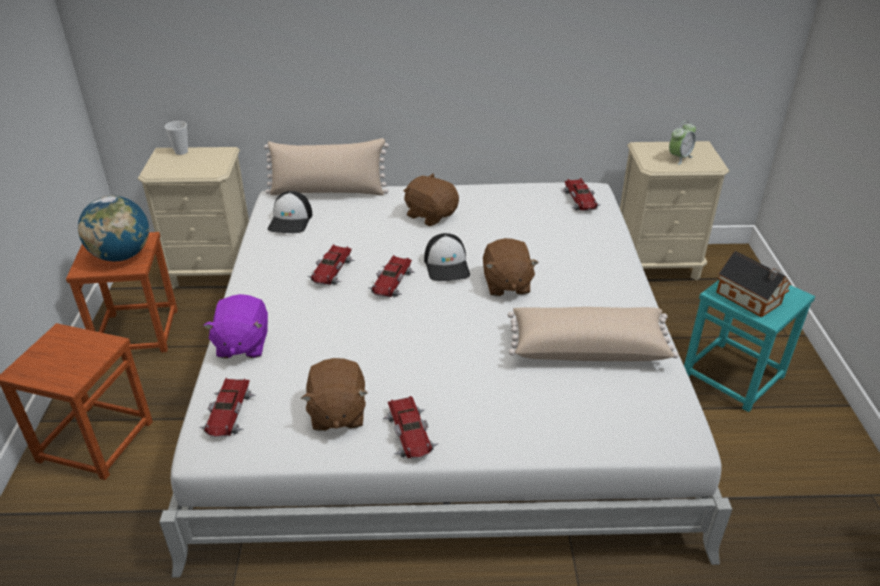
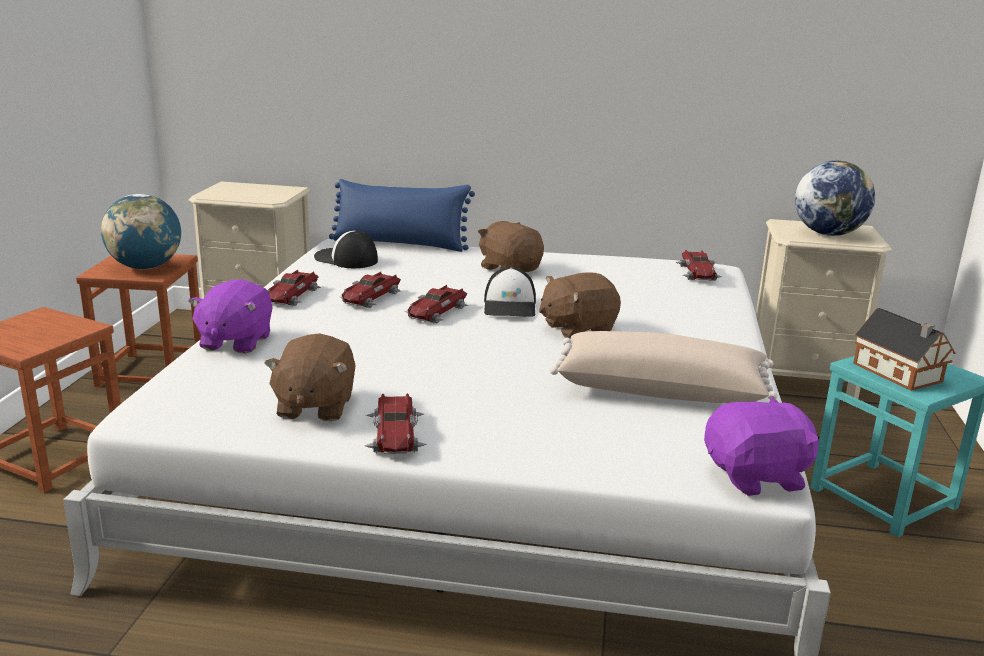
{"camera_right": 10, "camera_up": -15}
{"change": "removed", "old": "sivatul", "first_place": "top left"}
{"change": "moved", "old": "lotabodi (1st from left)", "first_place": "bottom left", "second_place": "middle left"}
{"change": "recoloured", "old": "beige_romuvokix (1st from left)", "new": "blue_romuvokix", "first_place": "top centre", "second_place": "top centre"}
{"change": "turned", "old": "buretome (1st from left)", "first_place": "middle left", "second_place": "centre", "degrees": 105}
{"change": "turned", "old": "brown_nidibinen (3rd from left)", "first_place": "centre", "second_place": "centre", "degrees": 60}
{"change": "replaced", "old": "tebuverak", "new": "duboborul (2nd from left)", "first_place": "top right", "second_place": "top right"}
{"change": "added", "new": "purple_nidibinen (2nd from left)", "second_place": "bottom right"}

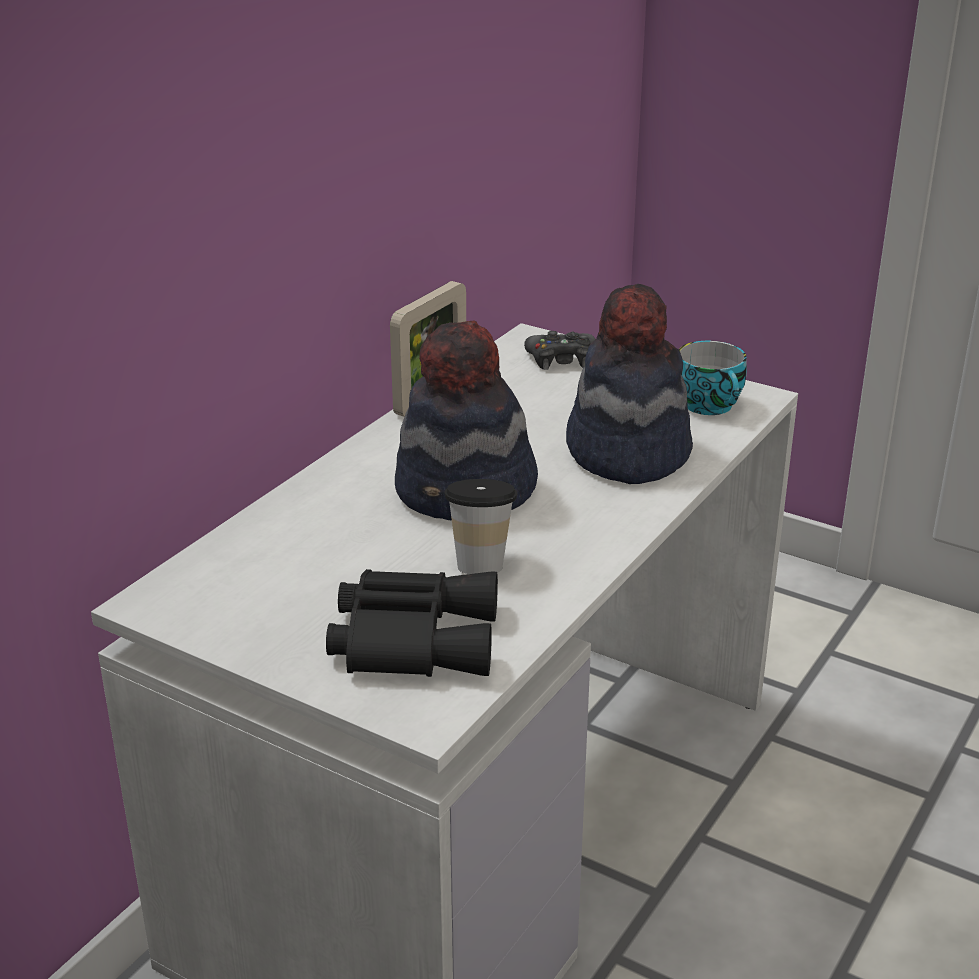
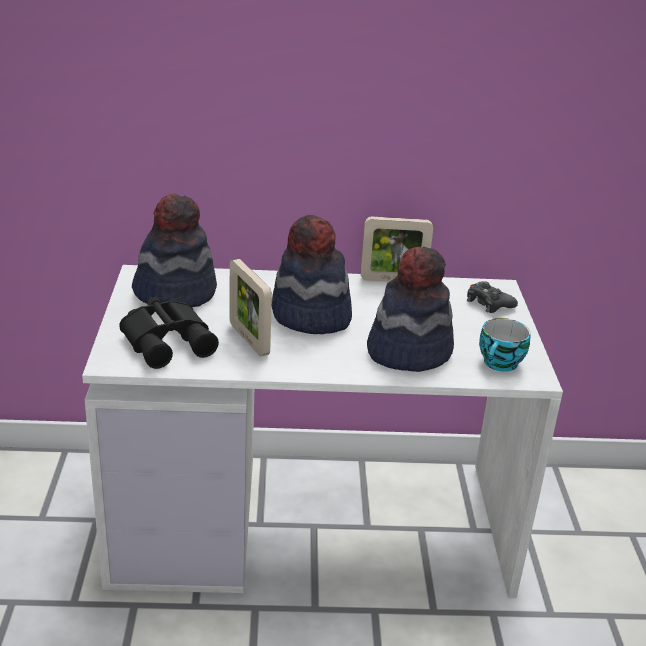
{"camera_right": 55, "camera_up": 0}
{"change": "replaced", "old": "sivatul (1st from left)", "new": "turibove (1st from left)", "first_place": "centre", "second_place": "centre"}
{"change": "added", "new": "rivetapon (1st from left)", "second_place": "middle left"}

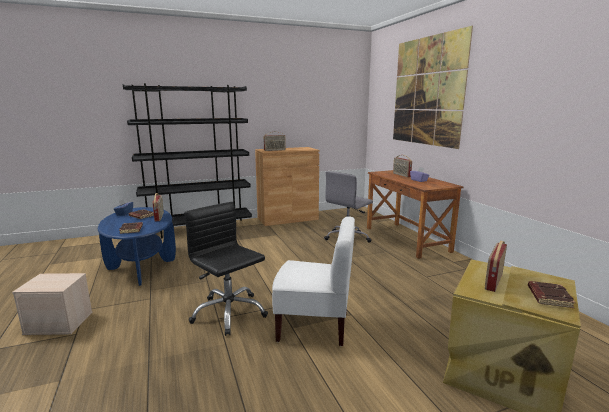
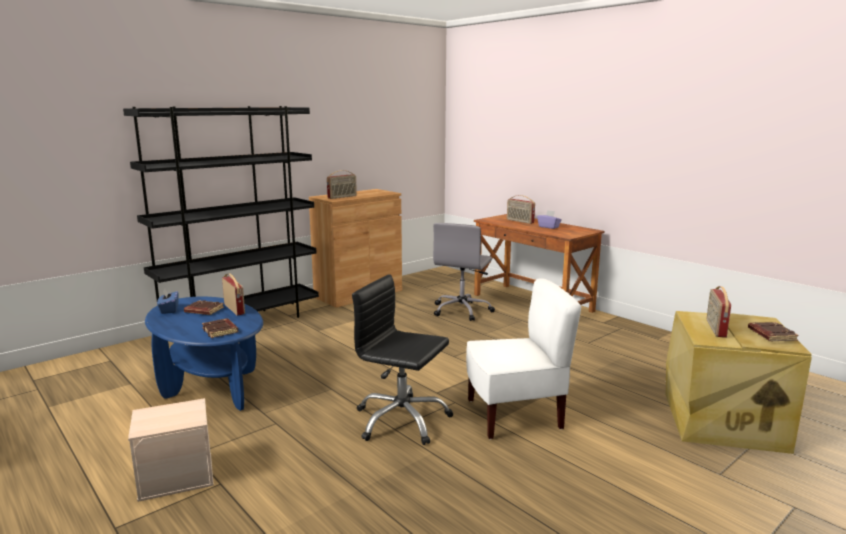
{"camera_right": -20, "camera_up": 0}
{"change": "removed", "old": "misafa", "first_place": "top right"}

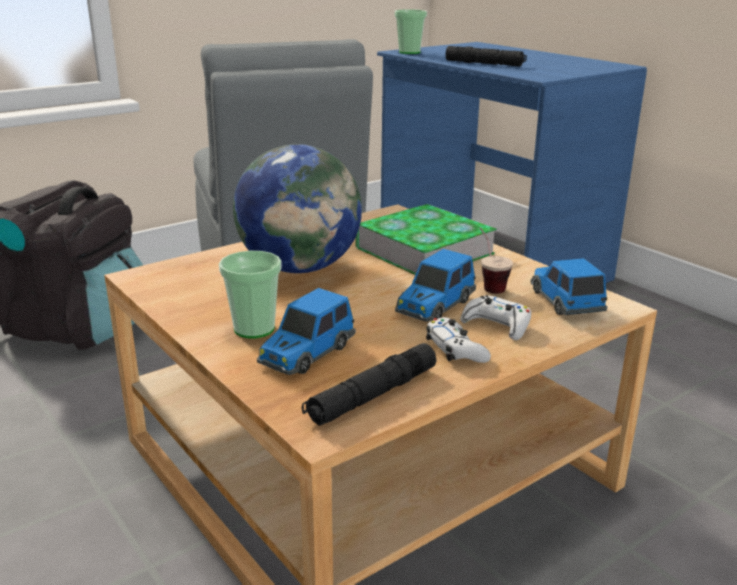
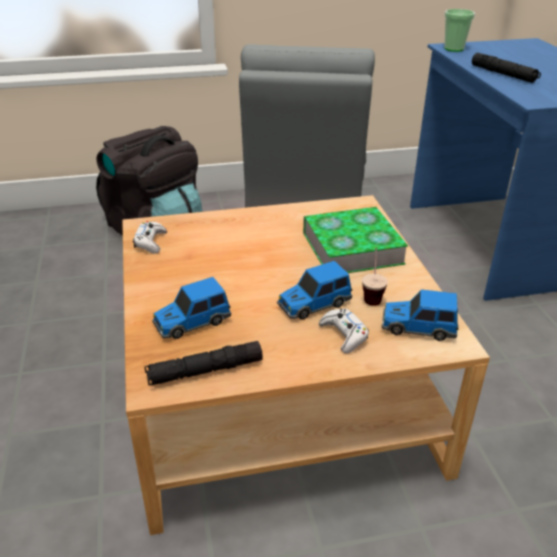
{"camera_right": 25, "camera_up": 10}
{"change": "removed", "old": "sivatul (1st from left)", "first_place": "centre"}
{"change": "removed", "old": "duboborul", "first_place": "centre"}
{"change": "moved", "old": "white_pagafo (1st from left)", "first_place": "centre", "second_place": "middle left"}
{"change": "turned", "old": "lotabodi (3rd from left)", "first_place": "middle right", "second_place": "middle right", "degrees": -90}

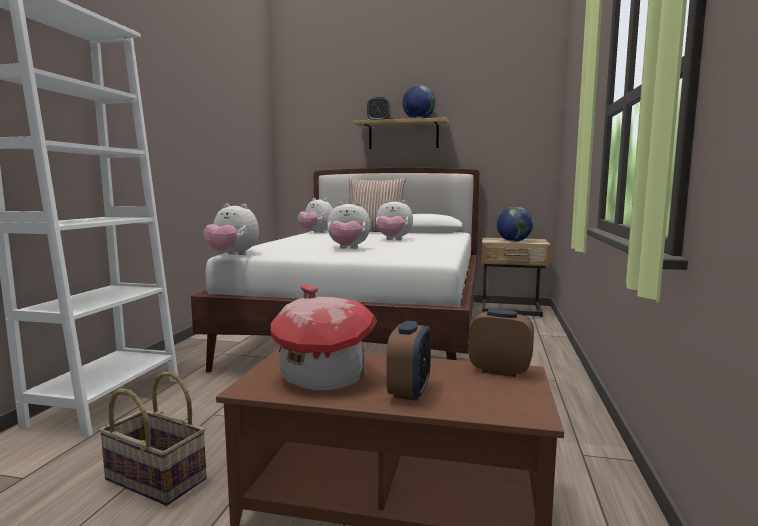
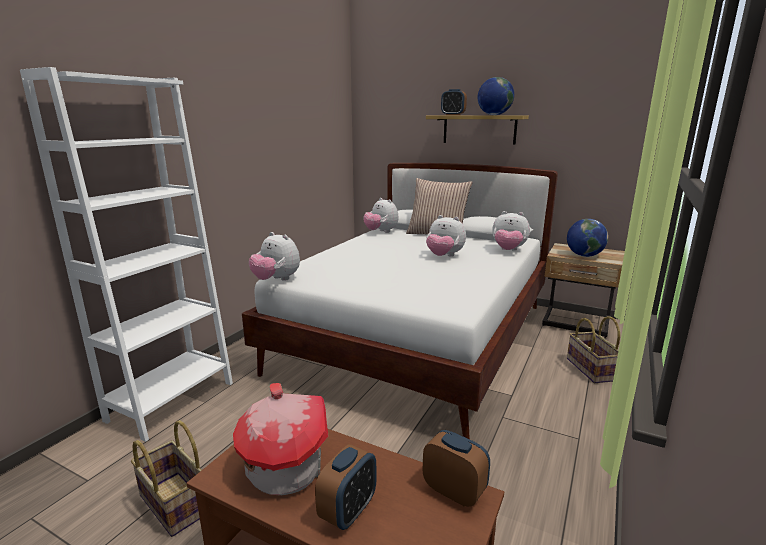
{"camera_right": 15, "camera_up": 10}
{"change": "moved", "old": "nidibinen (3rd from left in the first image)", "new": "nidibinen (4th from left)", "first_place": "centre", "second_place": "middle right"}
{"change": "added", "new": "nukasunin (2nd from left)", "second_place": "middle right"}

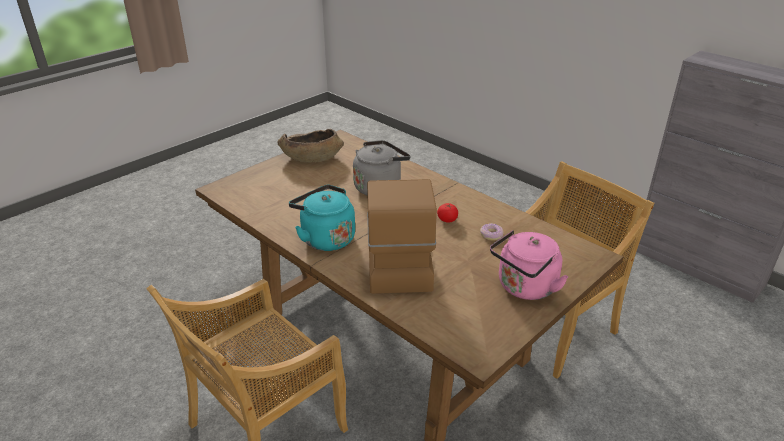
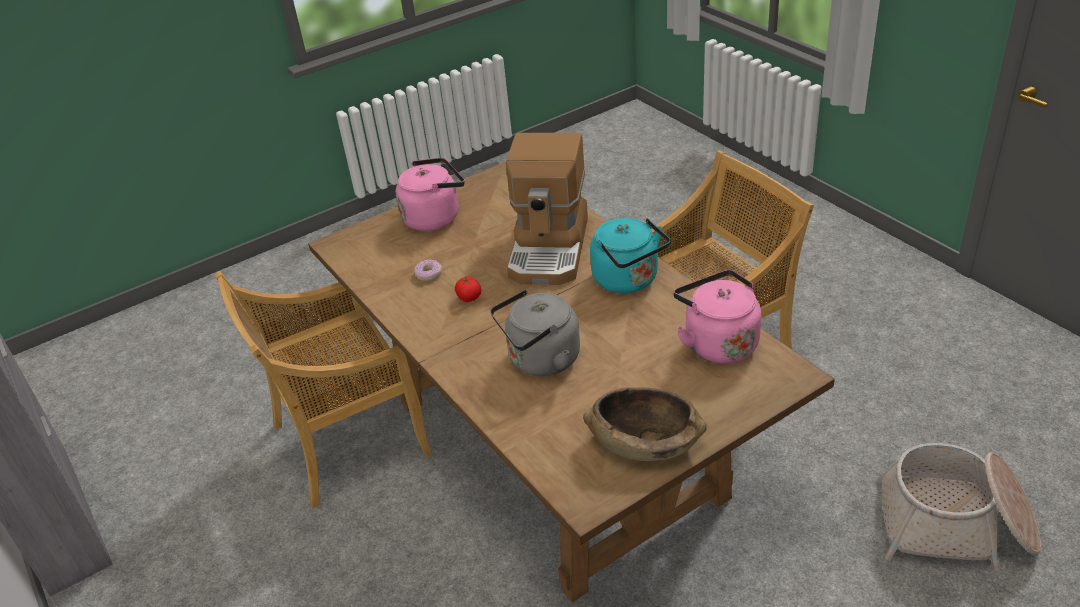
{"camera_right": -165, "camera_up": 5}
{"change": "added", "new": "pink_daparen (2nd from left)", "second_place": "centre"}
{"change": "added", "new": "nukasunin", "second_place": "bottom right"}

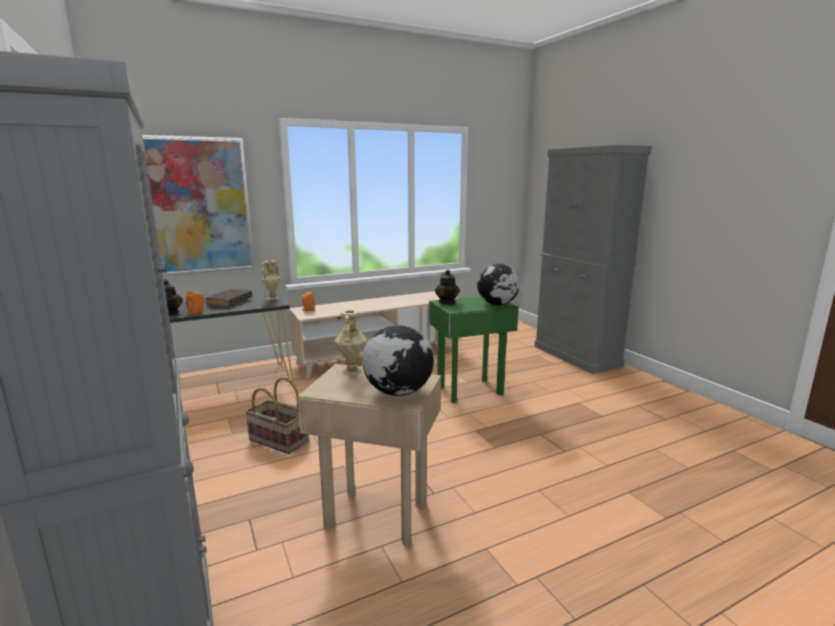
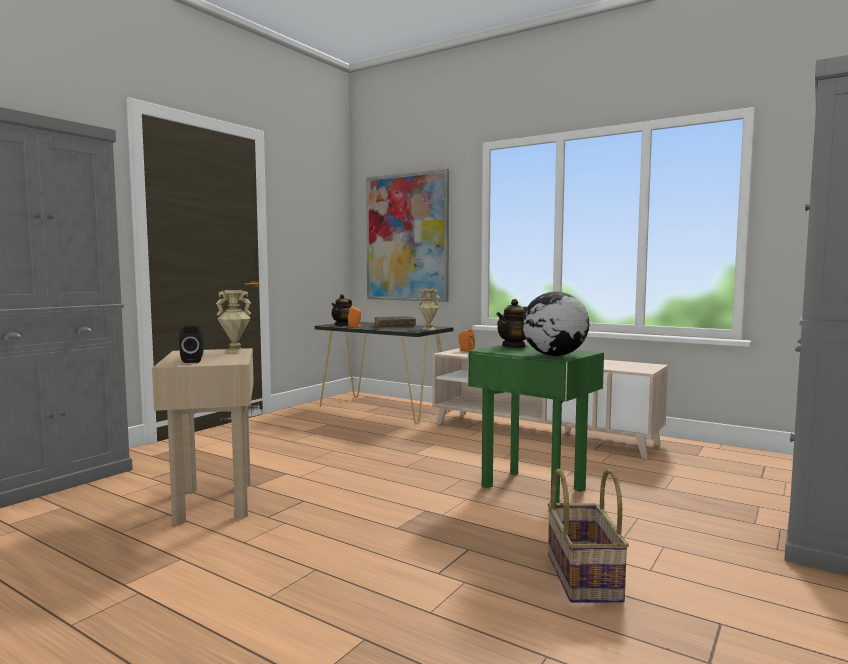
{"camera_right": 60, "camera_up": -10}
{"change": "moved", "old": "nukasunin", "first_place": "middle left", "second_place": "bottom right"}
{"change": "replaced", "old": "duboborul (1st from left)", "new": "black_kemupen", "first_place": "centre", "second_place": "middle left"}

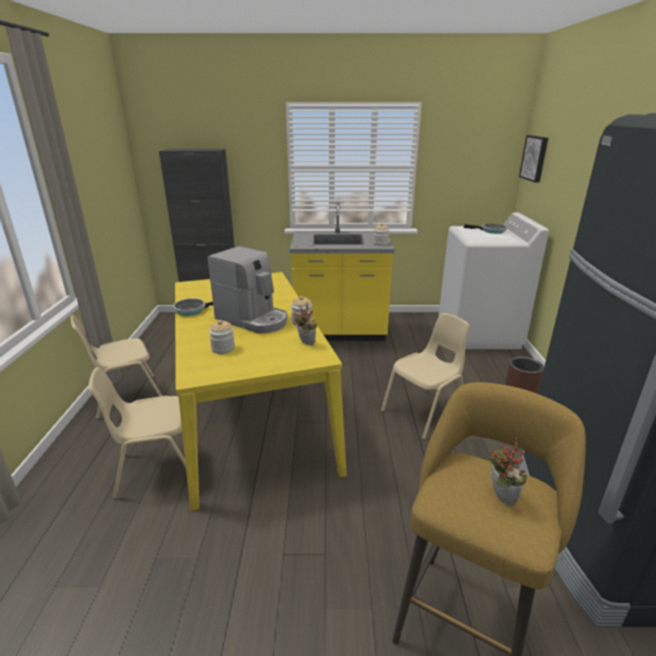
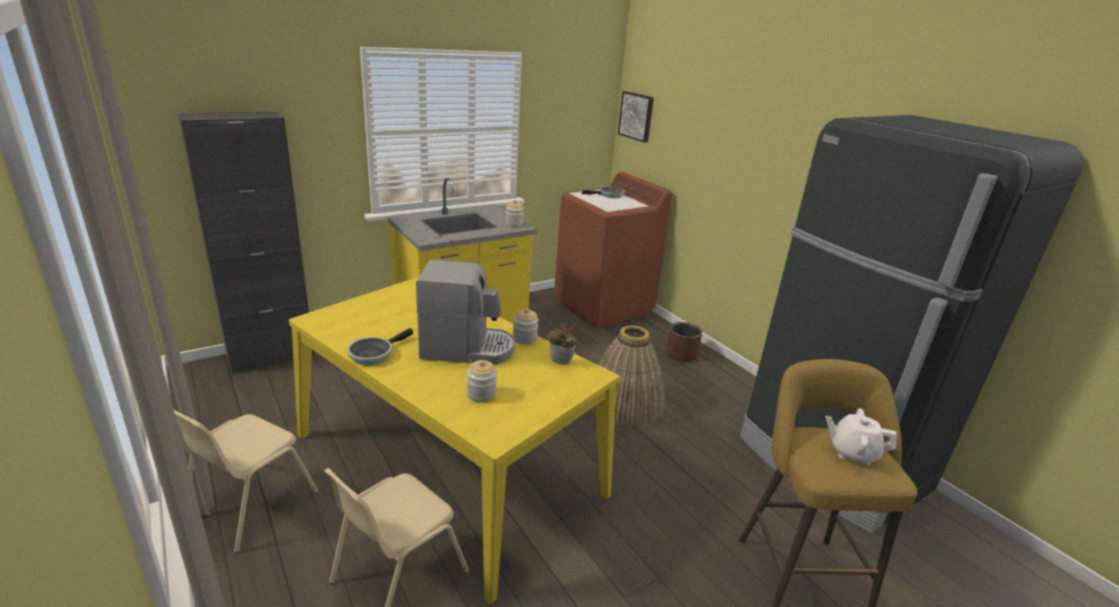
{"camera_right": -35, "camera_up": 0}
{"change": "replaced", "old": "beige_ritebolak (3rd from left)", "new": "nukasunin", "first_place": "centre", "second_place": "centre"}
{"change": "recoloured", "old": "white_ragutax", "new": "brown_ragutax", "first_place": "middle right", "second_place": "centre"}
{"change": "replaced", "old": "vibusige (2nd from left)", "new": "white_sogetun", "first_place": "bottom right", "second_place": "bottom right"}

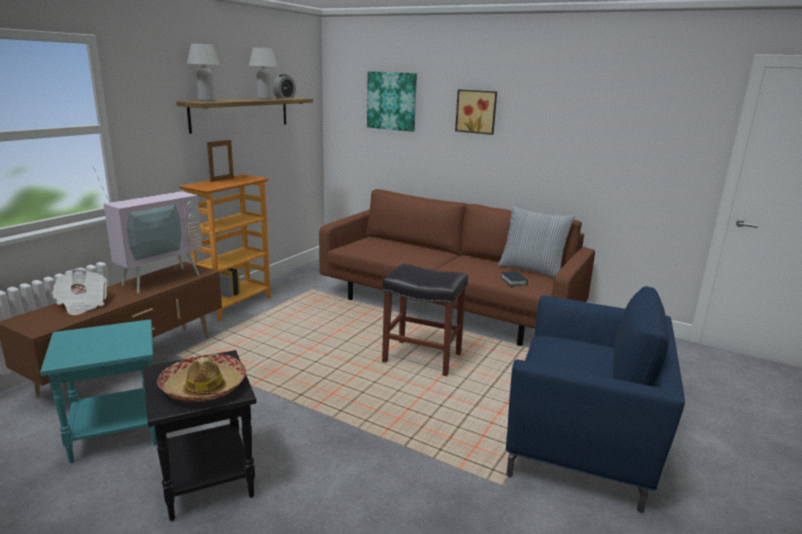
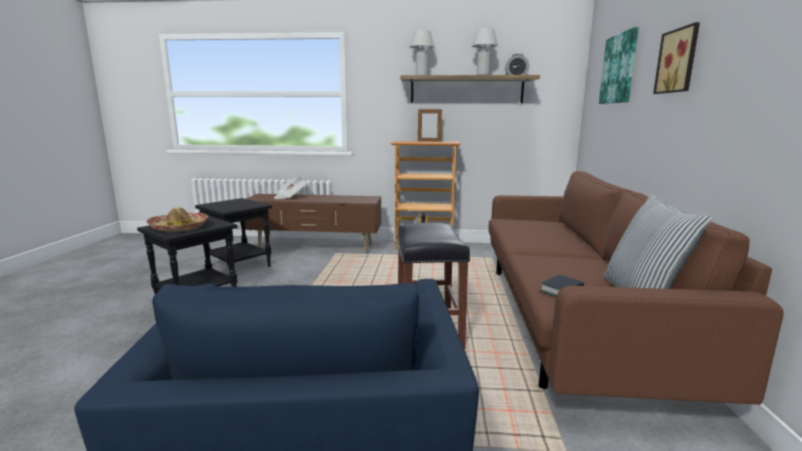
{"camera_right": 65, "camera_up": -5}
{"change": "recoloured", "old": "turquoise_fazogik", "new": "black_fazogik (2nd from left)", "first_place": "bottom left", "second_place": "middle left"}
{"change": "removed", "old": "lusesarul", "first_place": "middle left"}

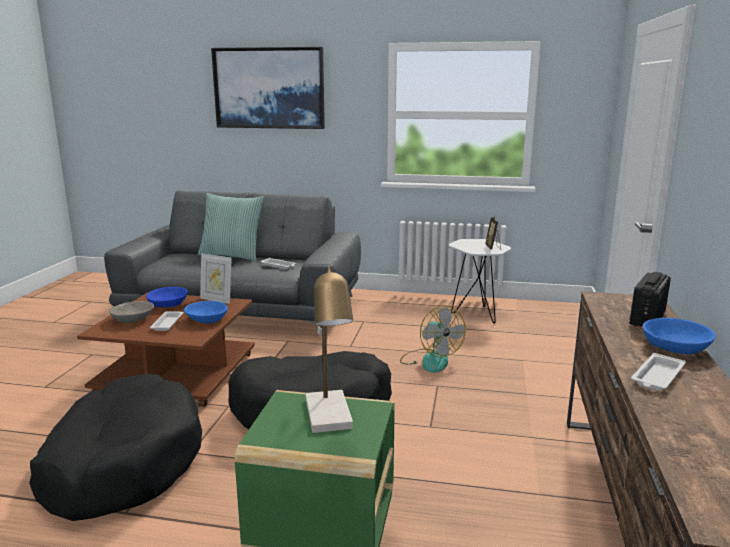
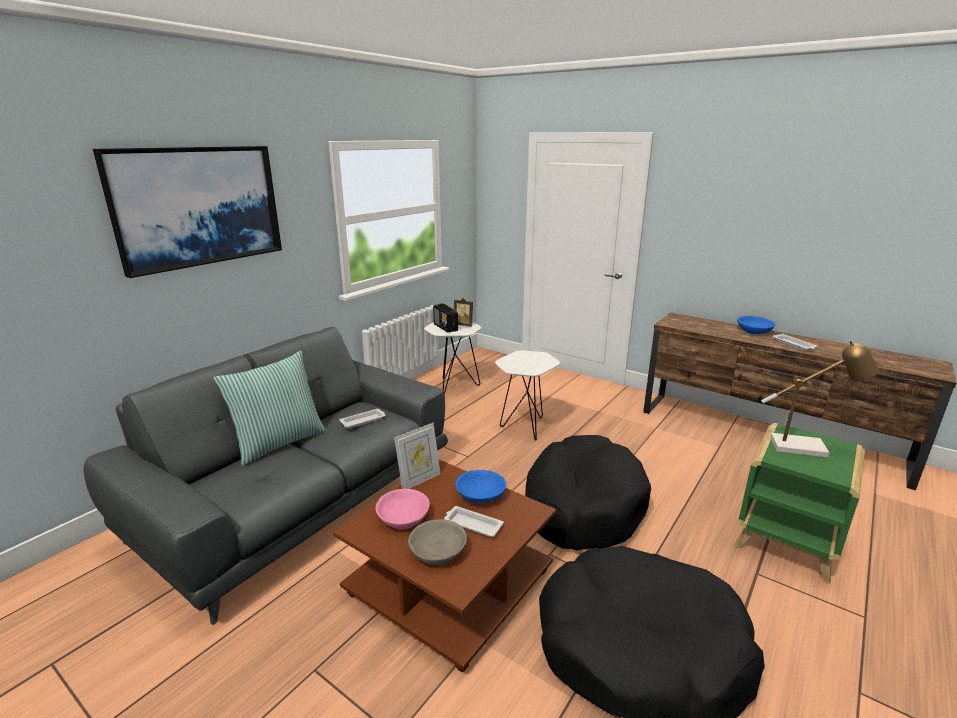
{"camera_right": -65, "camera_up": 5}
{"change": "recoloured", "old": "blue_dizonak (1st from left)", "new": "pink_dizonak", "first_place": "middle left", "second_place": "bottom centre"}
{"change": "replaced", "old": "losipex", "new": "white_fazogik (2nd from left)", "first_place": "centre", "second_place": "centre"}
{"change": "moved", "old": "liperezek", "first_place": "middle right", "second_place": "centre"}

